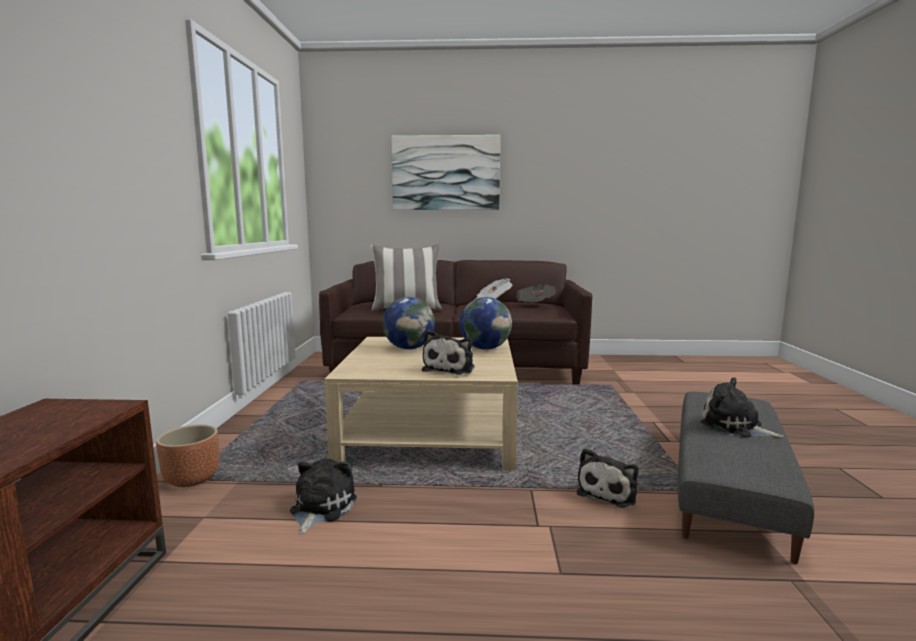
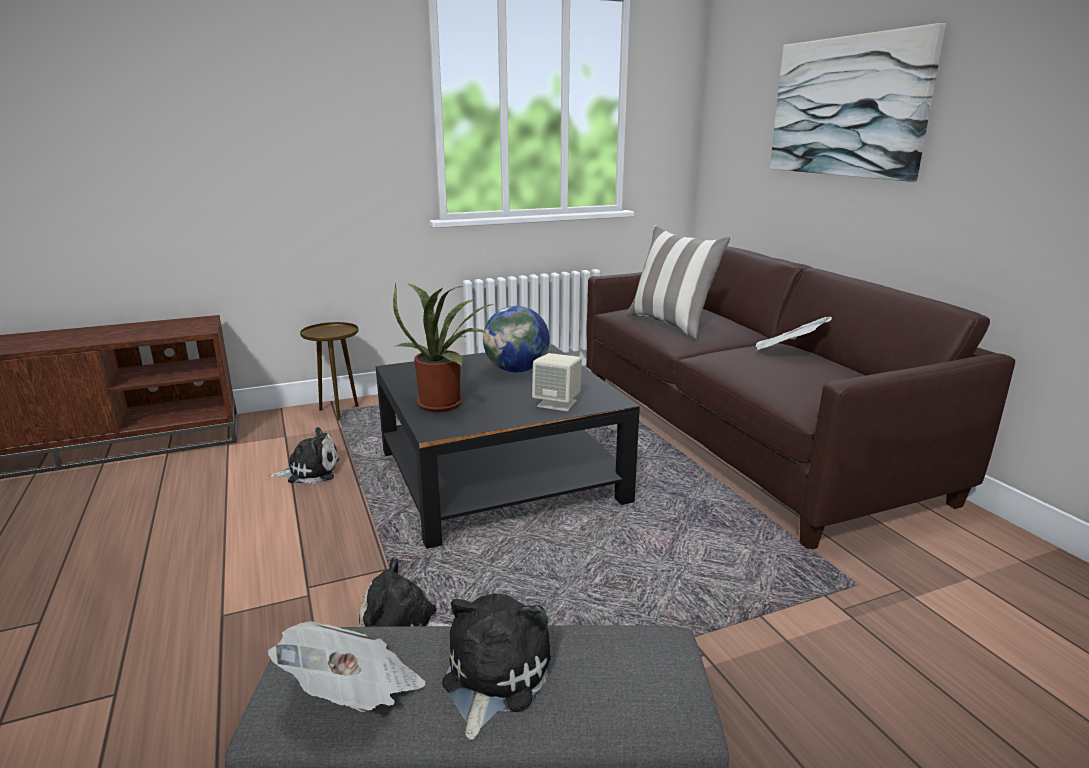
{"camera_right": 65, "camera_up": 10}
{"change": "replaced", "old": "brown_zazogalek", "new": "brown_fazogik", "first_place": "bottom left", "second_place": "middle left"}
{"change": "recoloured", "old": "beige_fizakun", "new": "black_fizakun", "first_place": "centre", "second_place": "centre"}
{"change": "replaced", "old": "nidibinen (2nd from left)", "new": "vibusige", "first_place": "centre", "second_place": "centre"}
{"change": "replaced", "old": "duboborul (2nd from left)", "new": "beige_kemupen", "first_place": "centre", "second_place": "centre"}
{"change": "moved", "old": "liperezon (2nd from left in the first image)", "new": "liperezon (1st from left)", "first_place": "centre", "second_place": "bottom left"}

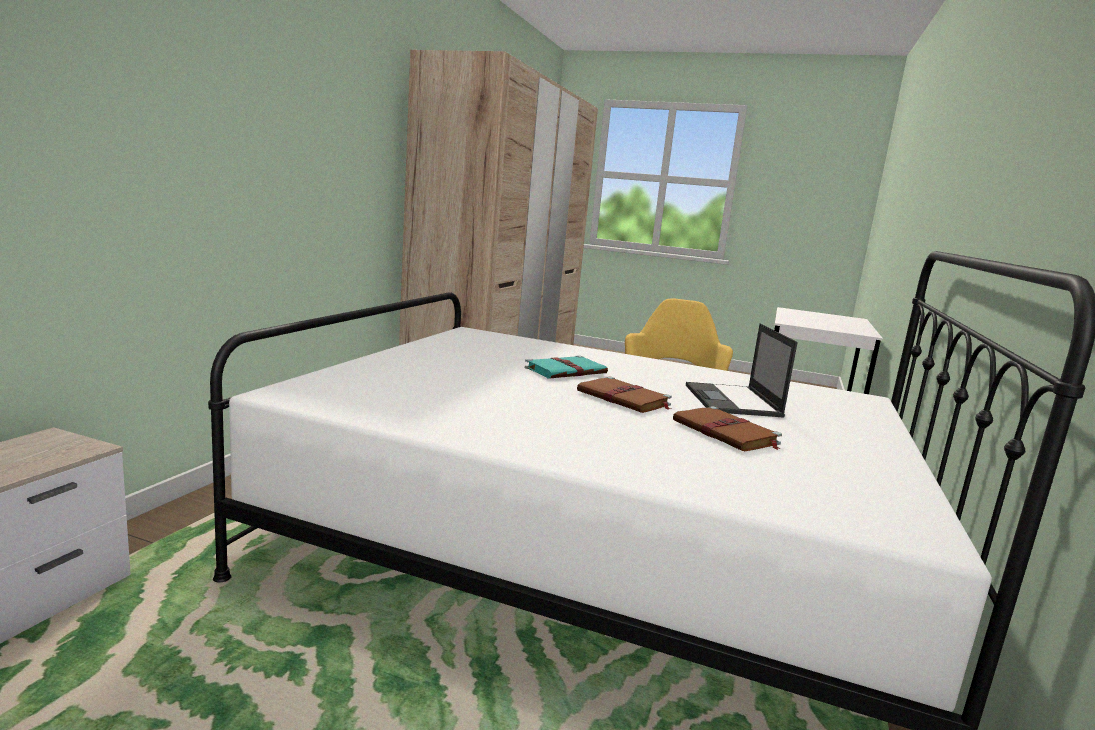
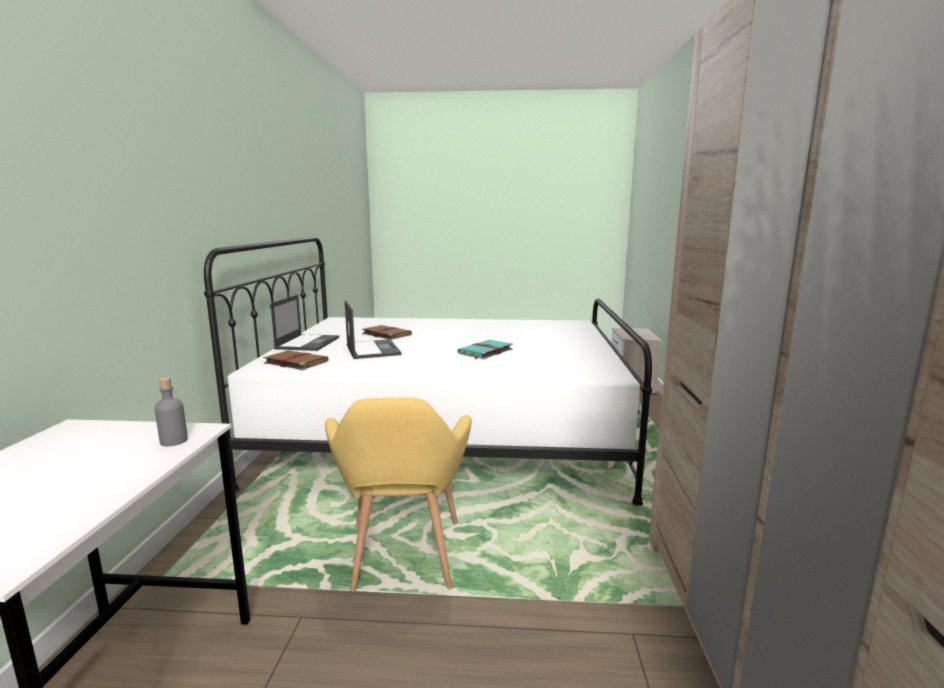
{"camera_right": 165, "camera_up": 0}
{"change": "moved", "old": "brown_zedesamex (1st from left)", "first_place": "centre", "second_place": "middle left"}
{"change": "added", "new": "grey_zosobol", "second_place": "middle left"}
{"change": "added", "new": "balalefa (1st from left)", "second_place": "middle left"}

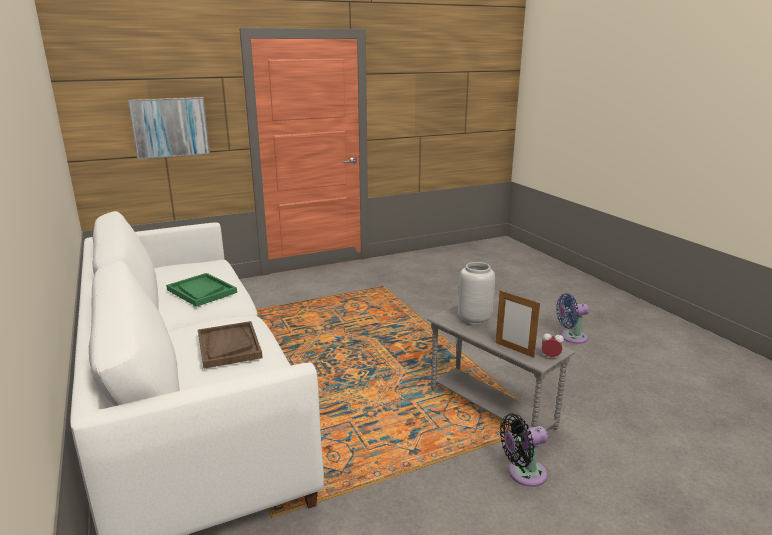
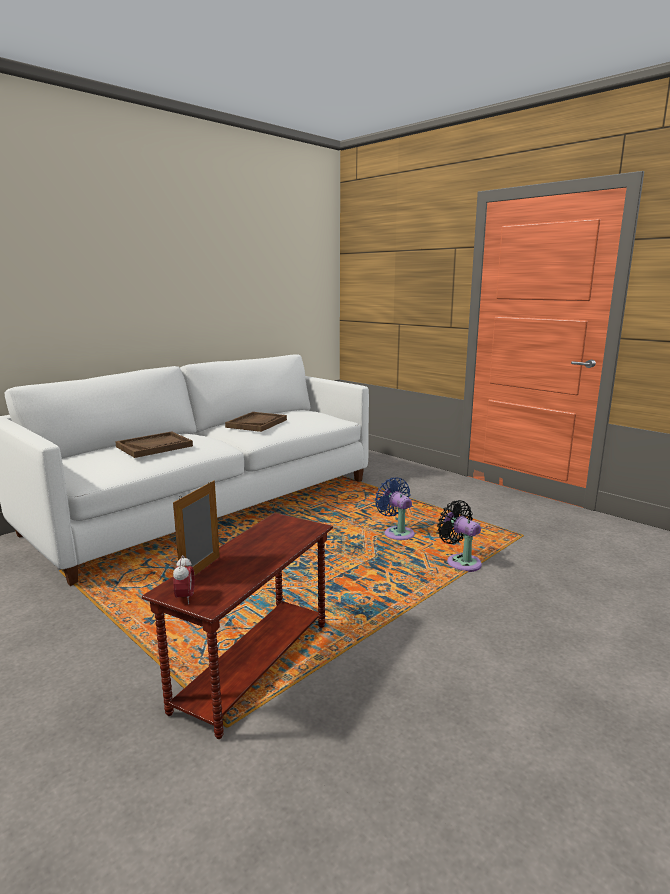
{"camera_right": 70, "camera_up": -5}
{"change": "removed", "old": "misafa", "first_place": "top left"}
{"change": "recoloured", "old": "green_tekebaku", "new": "brown_tekebaku (2nd from left)", "first_place": "middle left", "second_place": "centre"}
{"change": "recoloured", "old": "grey_fazogik", "new": "brown_fazogik", "first_place": "bottom centre", "second_place": "bottom centre"}
{"change": "removed", "old": "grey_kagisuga", "first_place": "centre"}
{"change": "moved", "old": "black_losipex", "first_place": "bottom right", "second_place": "middle right"}
{"change": "moved", "old": "blue_losipex", "first_place": "middle right", "second_place": "centre"}

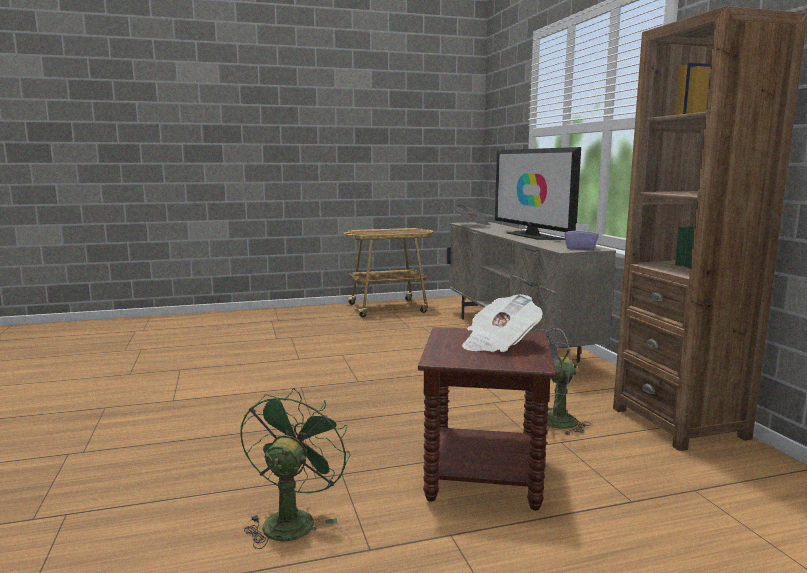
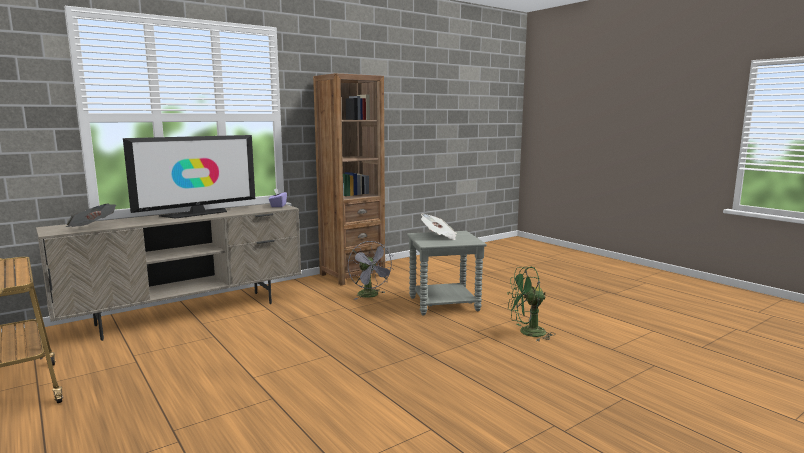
{"camera_right": -110, "camera_up": 0}
{"change": "recoloured", "old": "brown_fazogik", "new": "grey_fazogik", "first_place": "bottom centre", "second_place": "centre"}

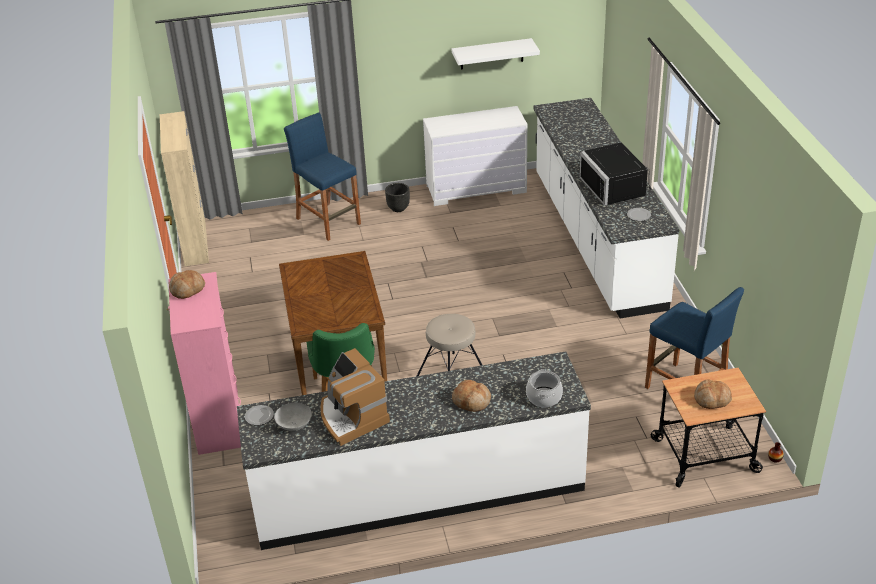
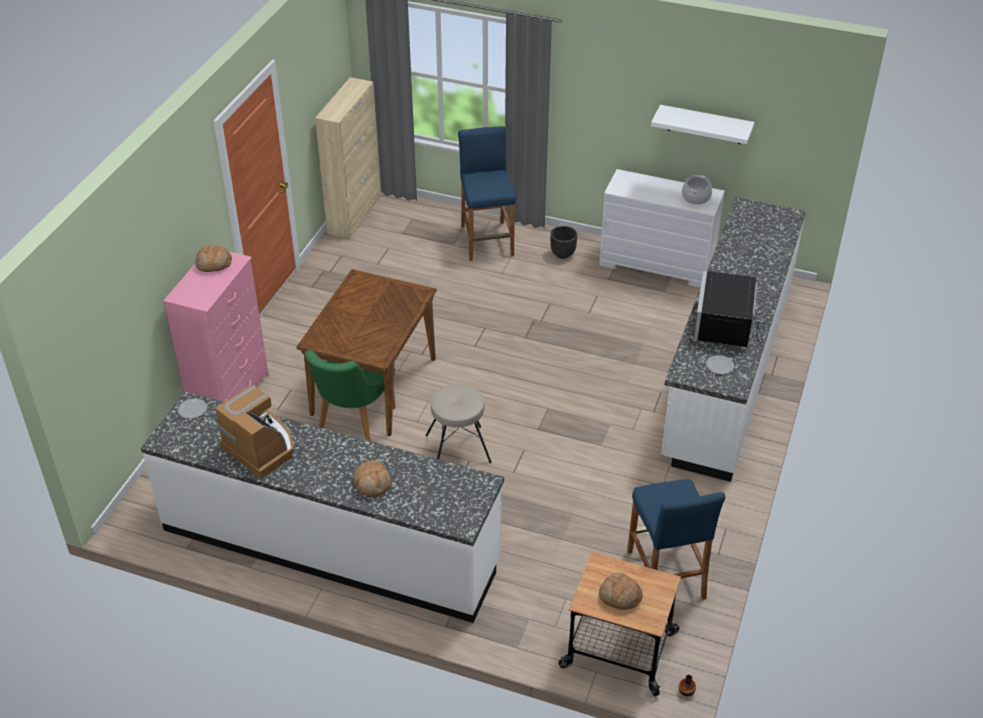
{"camera_right": 30, "camera_up": 5}
{"change": "removed", "old": "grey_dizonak", "first_place": "bottom centre"}
{"change": "turned", "old": "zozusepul", "first_place": "bottom centre", "second_place": "middle left", "degrees": 135}
{"change": "moved", "old": "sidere", "first_place": "centre", "second_place": "top right"}

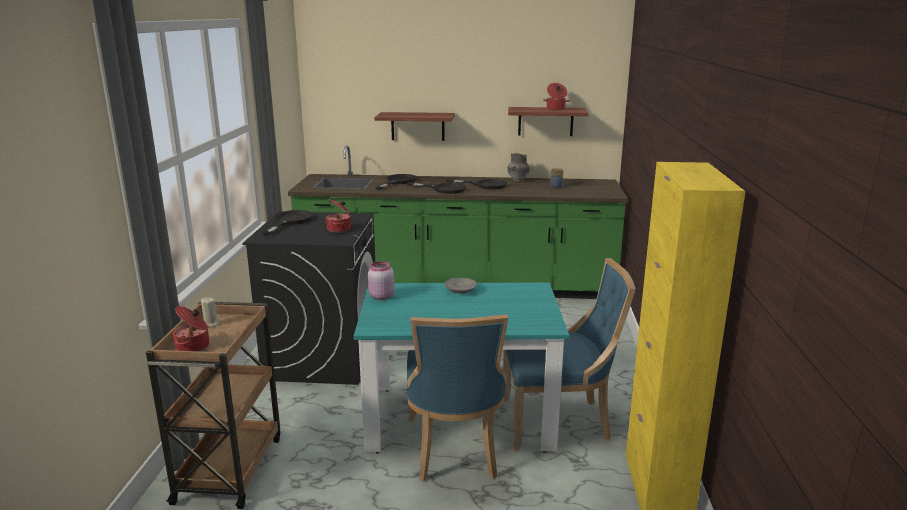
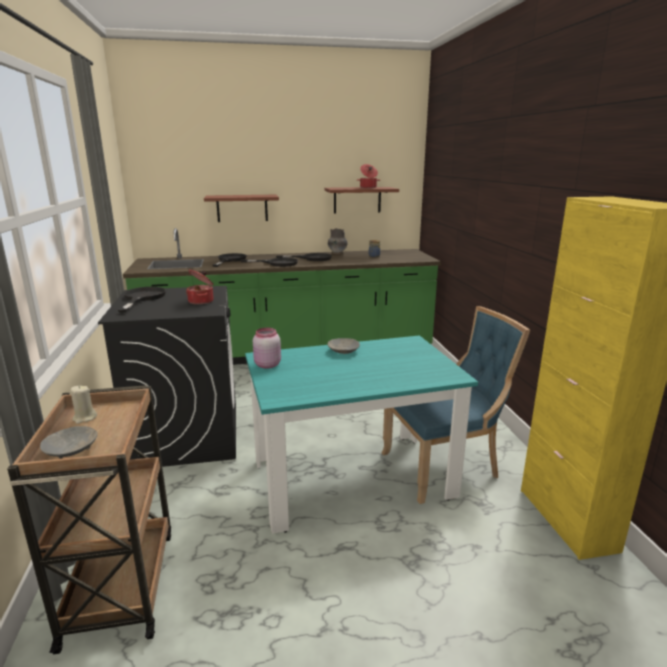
{"camera_right": -15, "camera_up": 0}
{"change": "replaced", "old": "sidere (1st from left)", "new": "grey_dizonak (1st from left)", "first_place": "middle left", "second_place": "middle left"}
{"change": "removed", "old": "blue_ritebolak (1st from left)", "first_place": "bottom centre"}

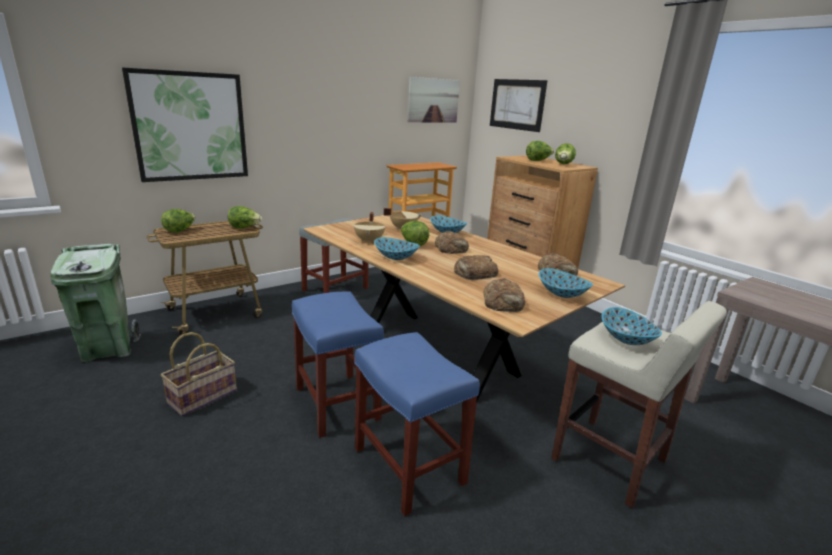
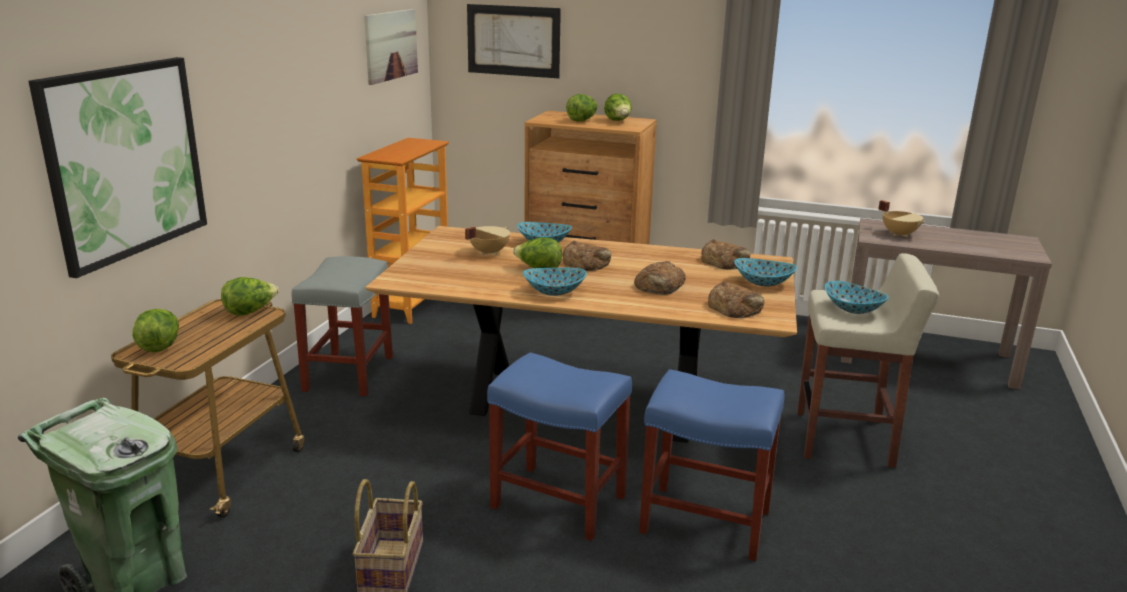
{"camera_right": -35, "camera_up": 0}
{"change": "moved", "old": "beige_sidere (1st from left in the first image)", "new": "beige_sidere (2nd from left)", "first_place": "centre", "second_place": "middle right"}

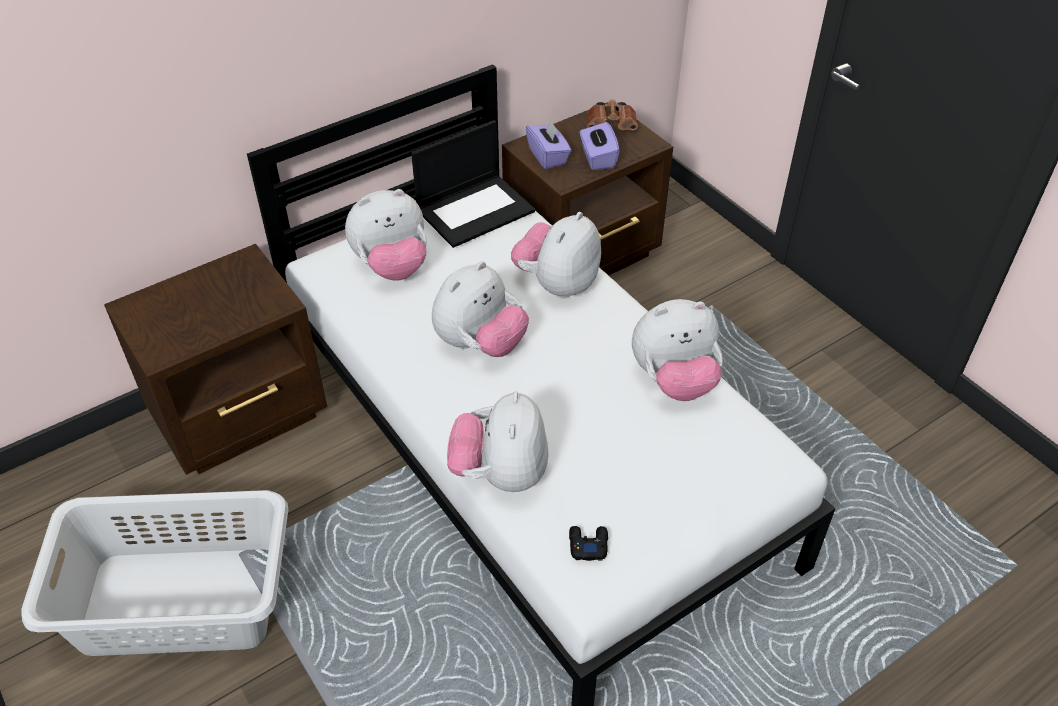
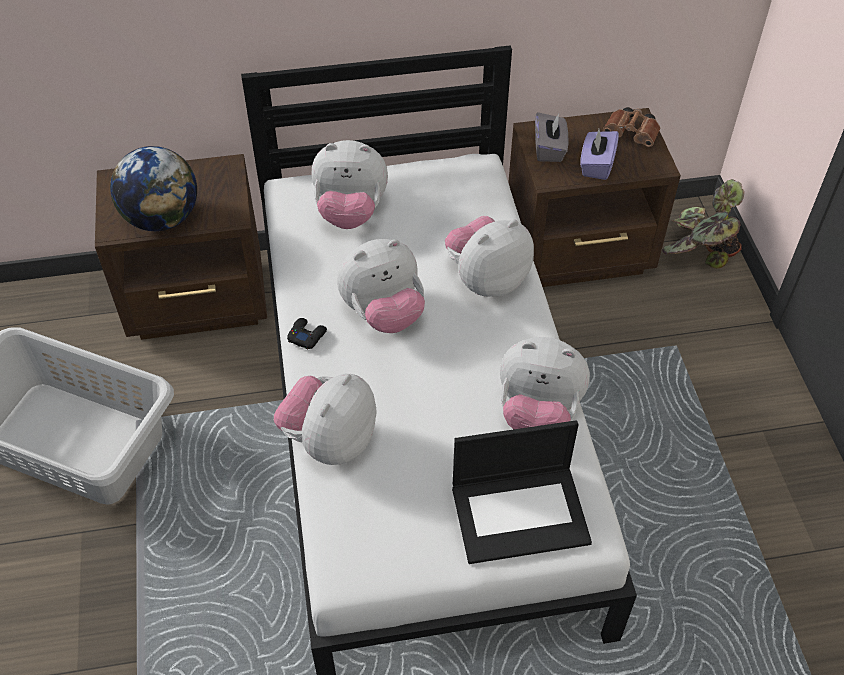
{"camera_right": 25, "camera_up": 5}
{"change": "moved", "old": "balalefa", "first_place": "top centre", "second_place": "bottom centre"}
{"change": "recoloured", "old": "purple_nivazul (1st from left)", "new": "grey_nivazul", "first_place": "top centre", "second_place": "top centre"}
{"change": "moved", "old": "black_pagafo", "first_place": "bottom centre", "second_place": "centre"}
{"change": "added", "new": "duboborul", "second_place": "top left"}
{"change": "added", "new": "vibusige", "second_place": "top right"}

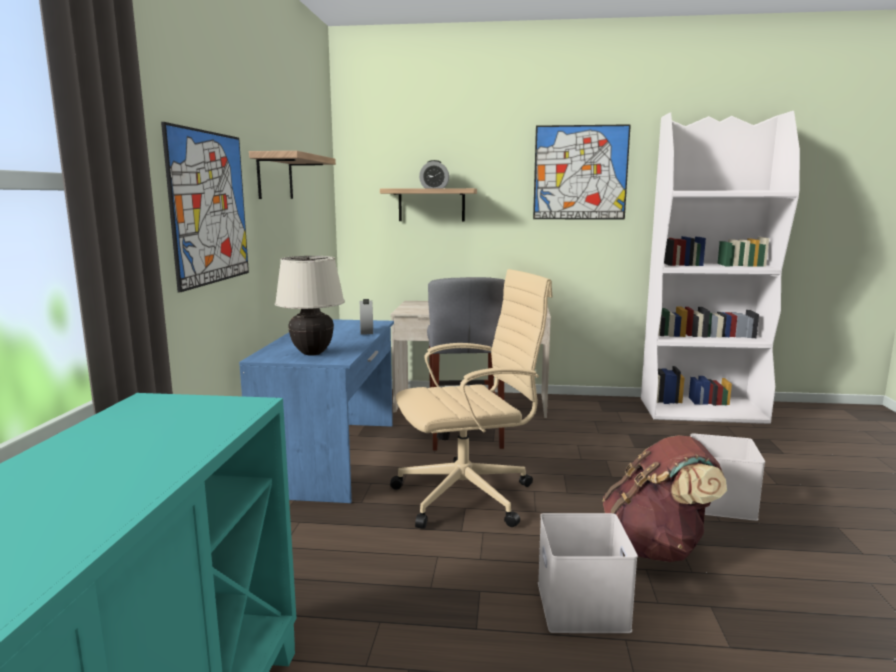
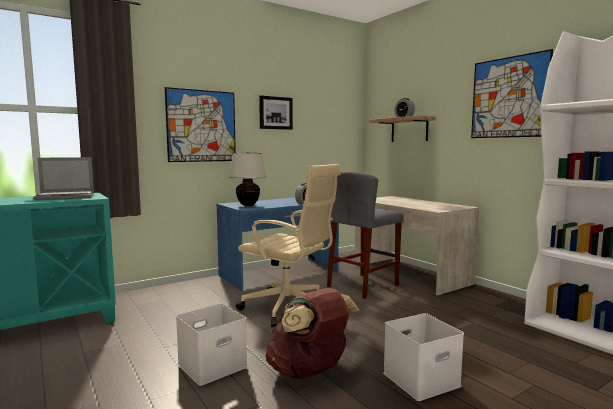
{"camera_right": 50, "camera_up": -5}
{"change": "replaced", "old": "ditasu (1st from left)", "new": "misafa (2nd from left)", "first_place": "top left", "second_place": "top centre"}
{"change": "added", "new": "balalefa", "second_place": "middle left"}

